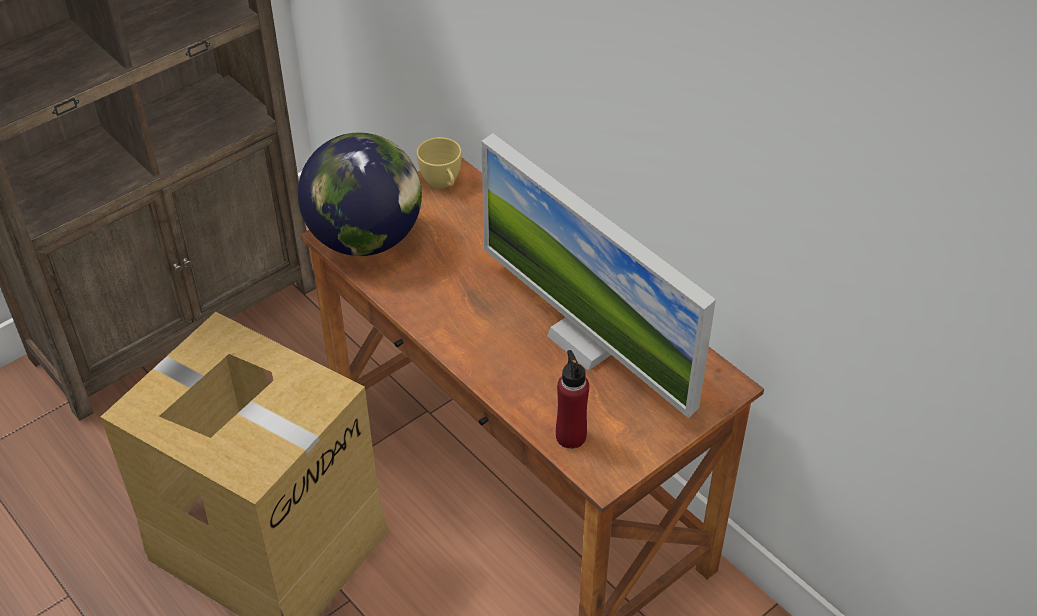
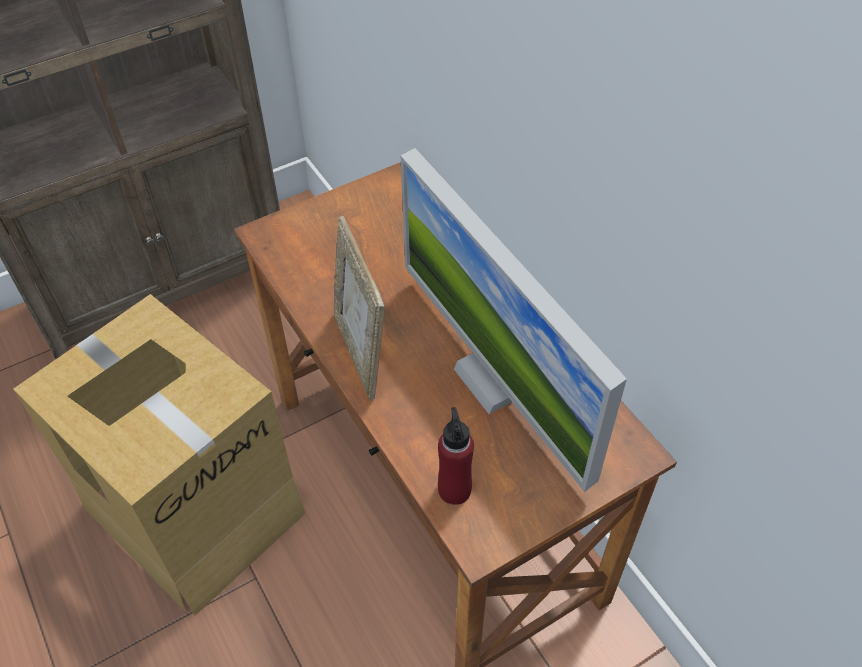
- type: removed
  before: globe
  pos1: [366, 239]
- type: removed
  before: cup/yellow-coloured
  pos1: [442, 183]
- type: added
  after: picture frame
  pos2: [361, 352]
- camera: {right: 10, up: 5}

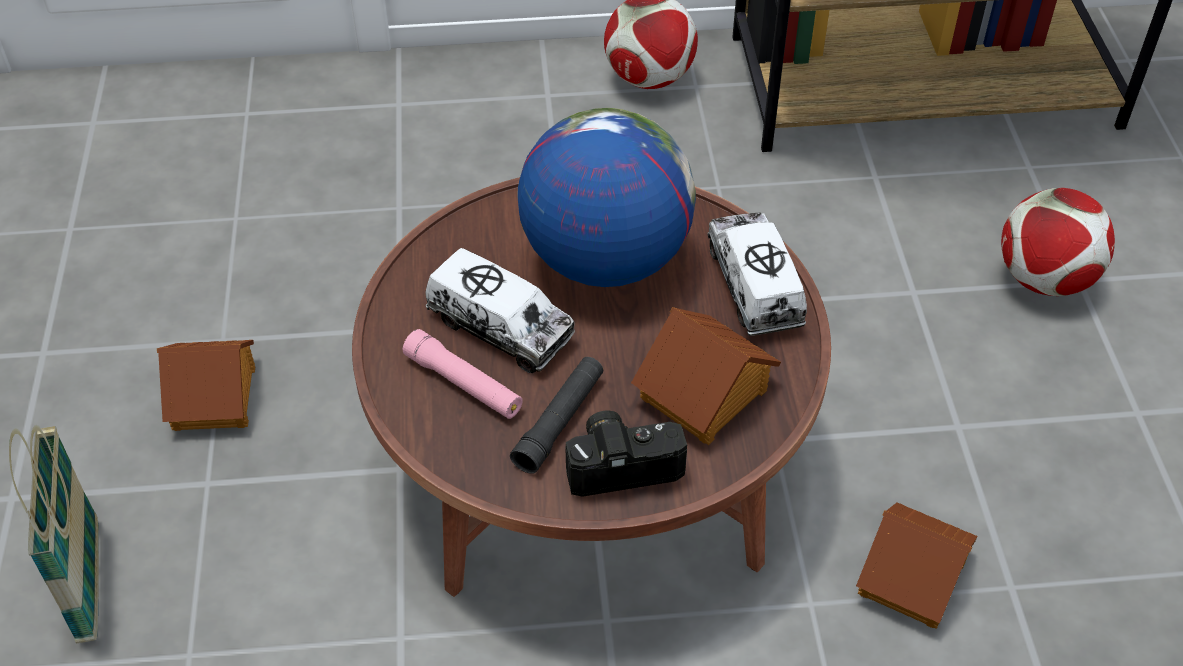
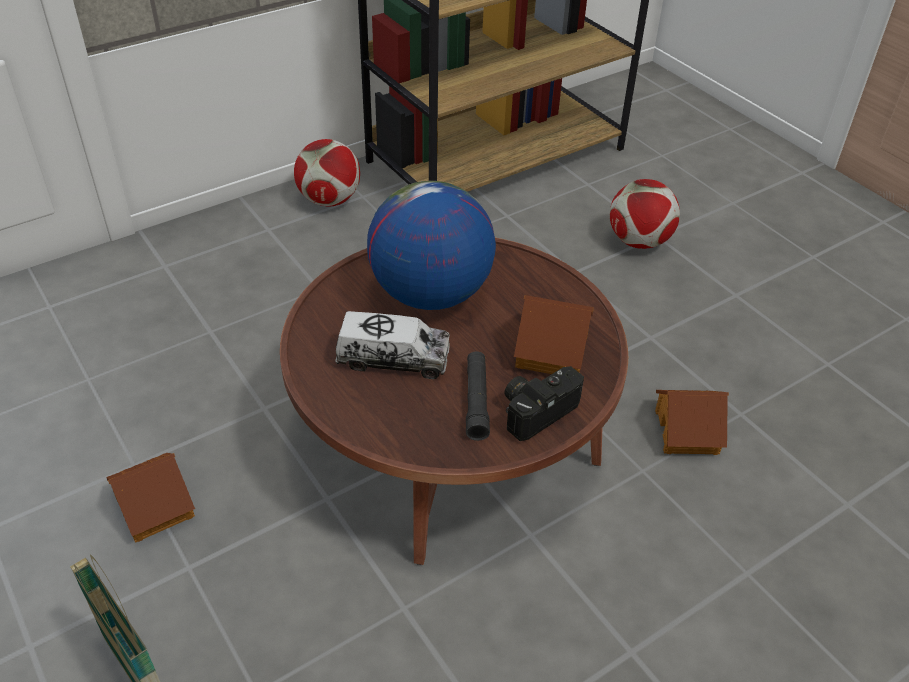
- type: removed
  before: toy truck
  pos1: [754, 285]
- type: removed
  before: flashlight/pink
  pos1: [464, 384]
- camera: {right: -30, up: -5}

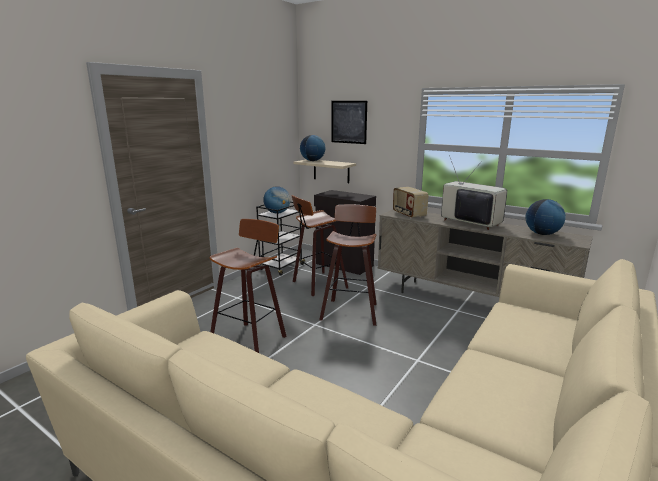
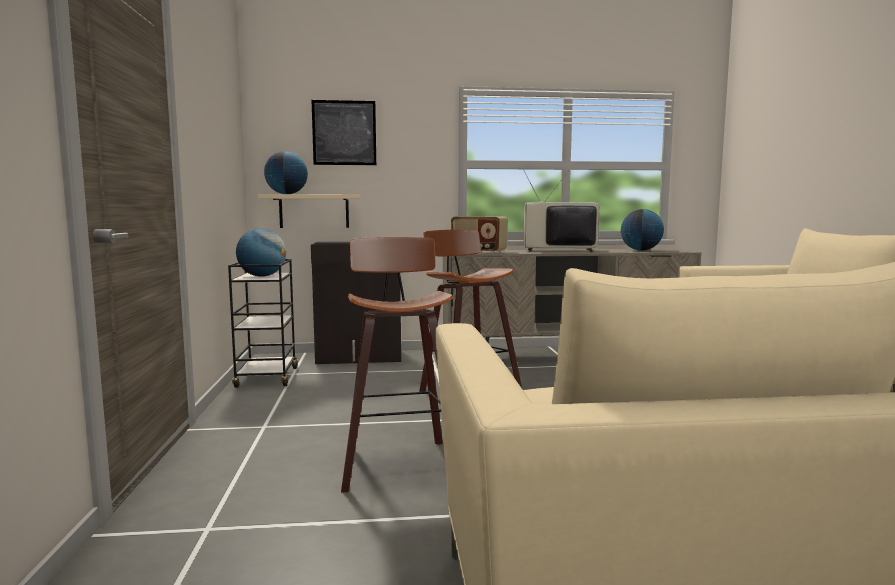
- type: removed
  before: stool seat
  pos1: [317, 284]
- camera: {right: -40, up: -10}

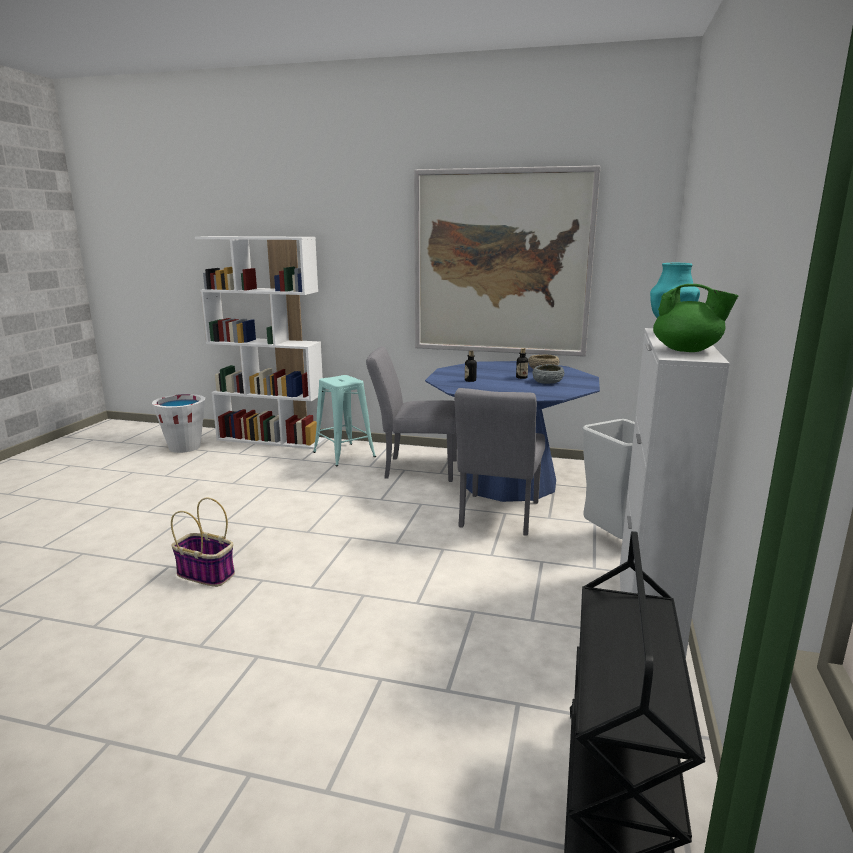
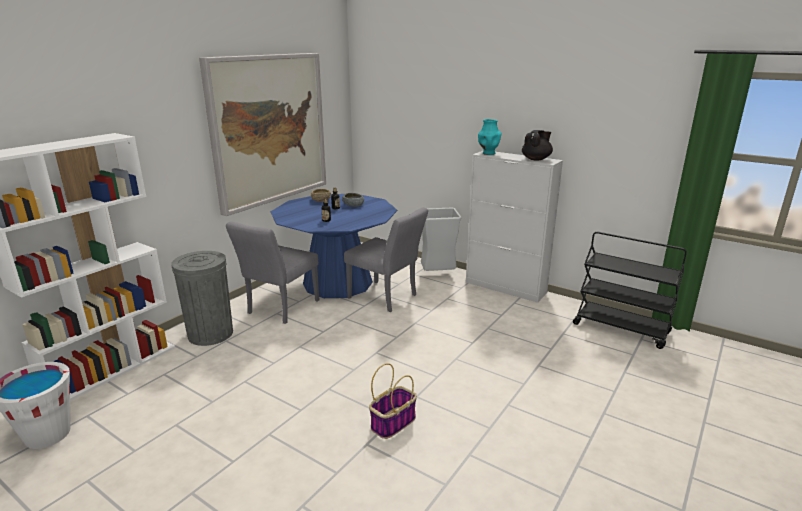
- type: recoloured
  before: tea pot/greenish
  after: tea pot/black-coloured
  pos1: [687, 350]
  pos2: [536, 159]
- type: replaced
  before: stool seat/turquoise
  after: waste bin/greyish
  pos1: [344, 454]
  pos2: [210, 334]
- camera: {right: -70, up: 5}

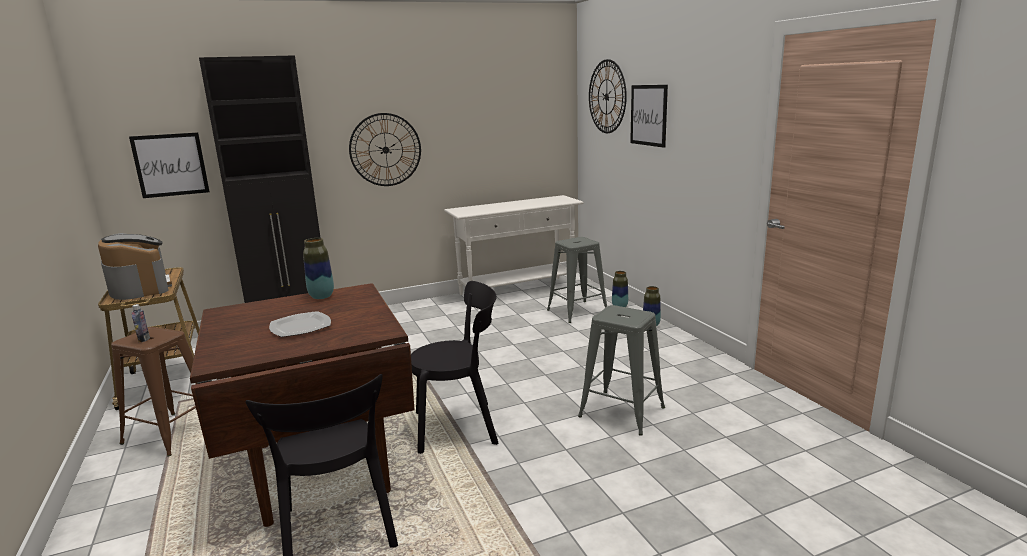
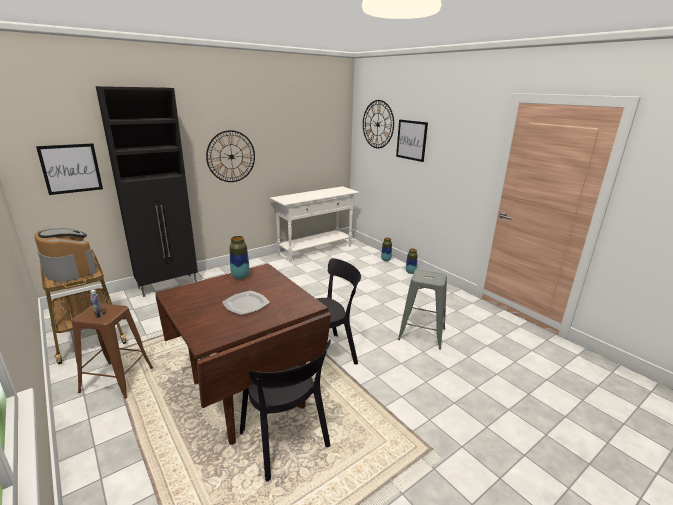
- type: removed
  before: stool seat/greyish
  pos1: [577, 312]
- camera: {right: -15, up: 5}

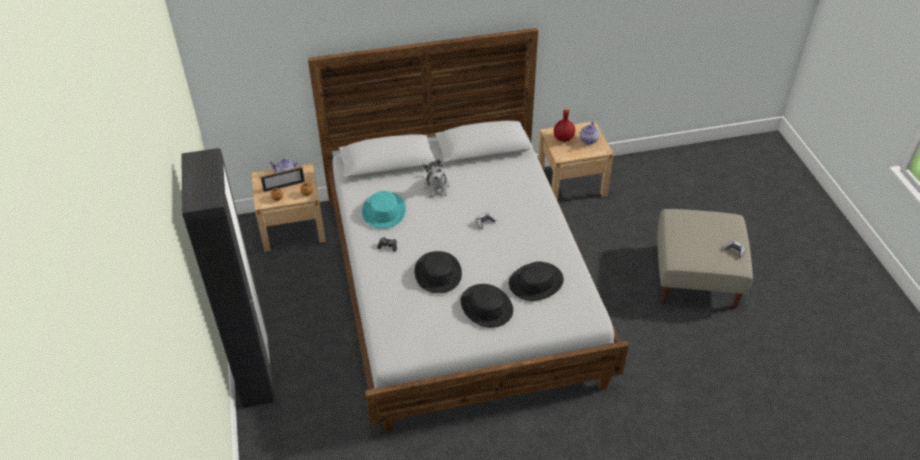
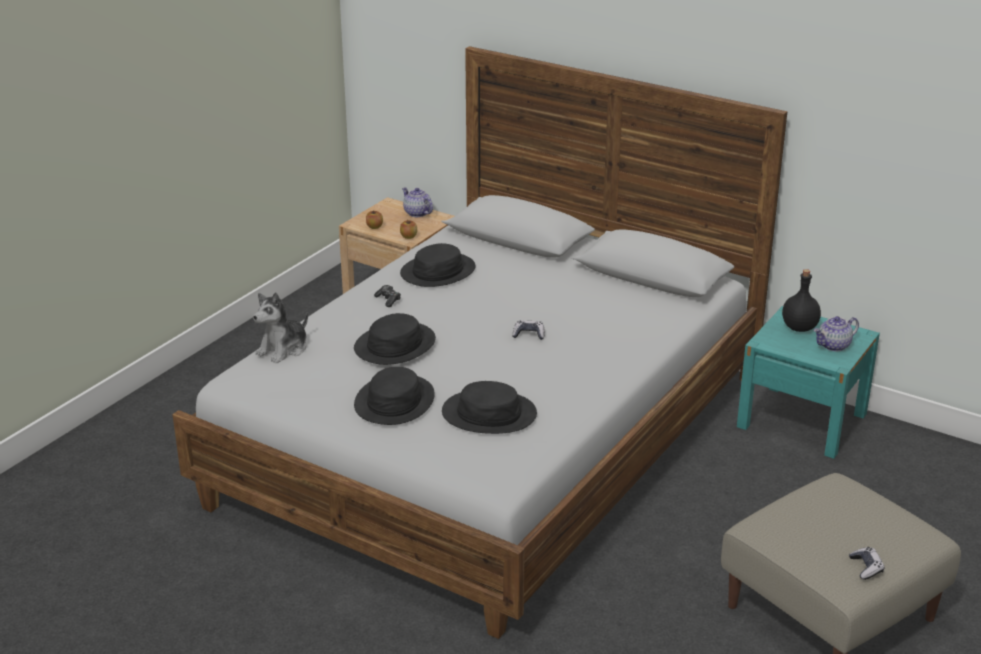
- type: recoloured
  before: drink bottle/reddish
  after: drink bottle/black-coloured
  pos1: [563, 138]
  pos2: [798, 328]
- type: recoloured
  before: nightstand/sand-coloured
  after: nightstand/turquoise
  pos1: [571, 183]
  pos2: [802, 420]
- type: removed
  before: armoire/black-coloured
  pos1: [257, 375]
- type: moved
  before: soft toy
  pos1: [437, 187]
  pos2: [284, 350]
- type: removed
  before: picture frame
  pos1: [284, 186]
- type: recoloured
  before: wearable hat/turquoise
  after: wearable hat/black-coloured
  pos1: [384, 211]
  pos2: [438, 271]
- camera: {right: 45, up: -15}

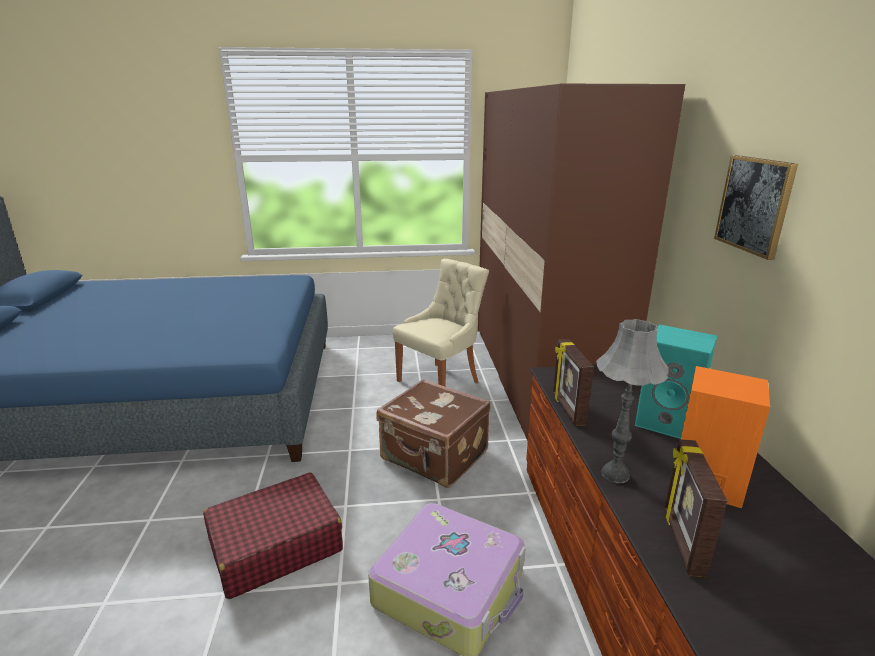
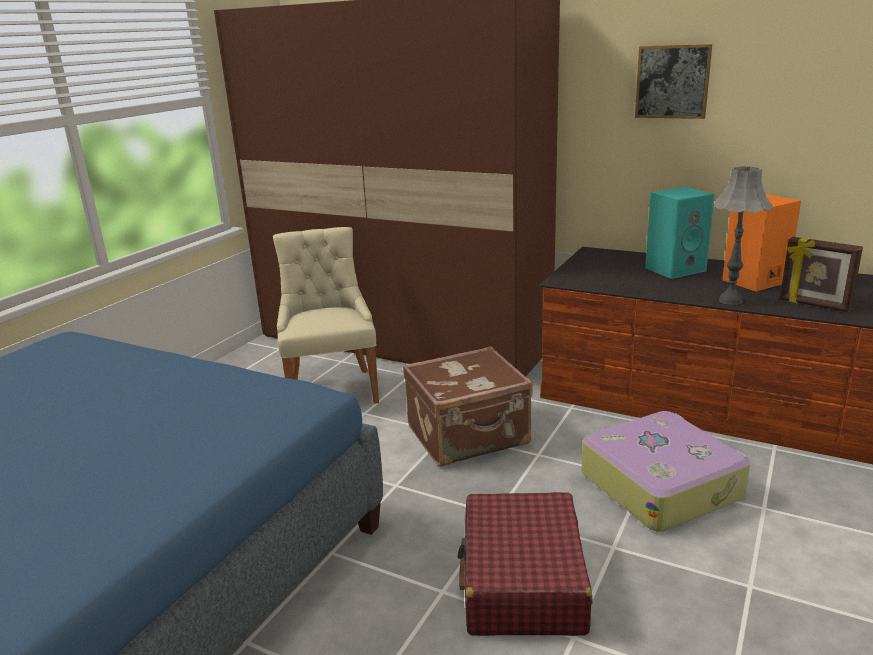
- type: removed
  before: picture frame
  pos1: [567, 409]
- camera: {right: -55, up: 0}

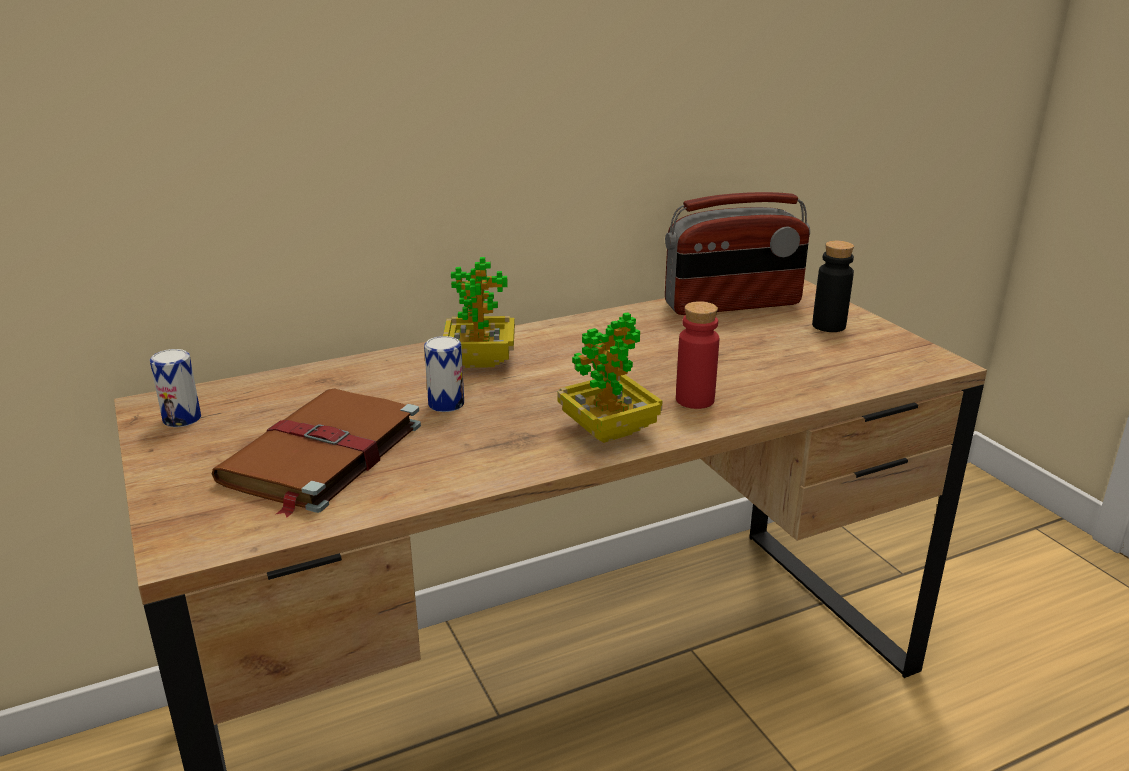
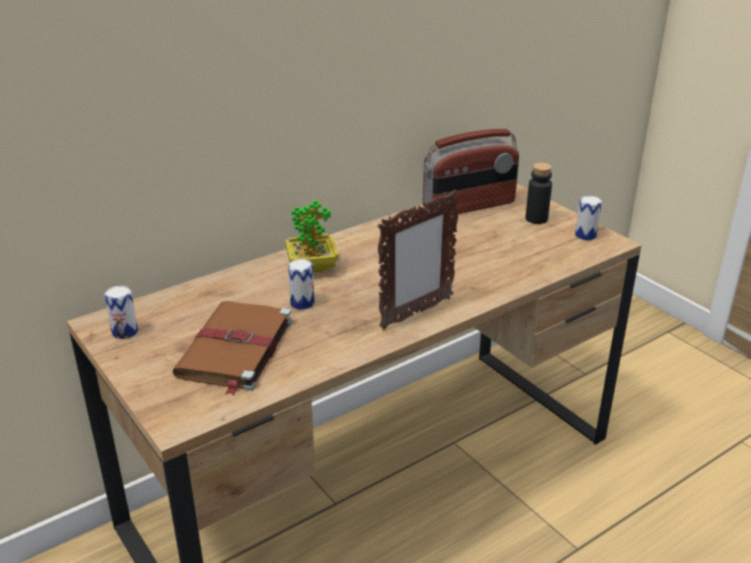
- type: removed
  before: drink bottle/reddish
  pos1: [695, 400]
- type: replaced
  before: houseplant
  after: picture frame
  pos1: [608, 431]
  pos2: [416, 313]
- type: added
  after: sealed can
  pos2: [585, 235]
- camera: {right: -10, up: 5}

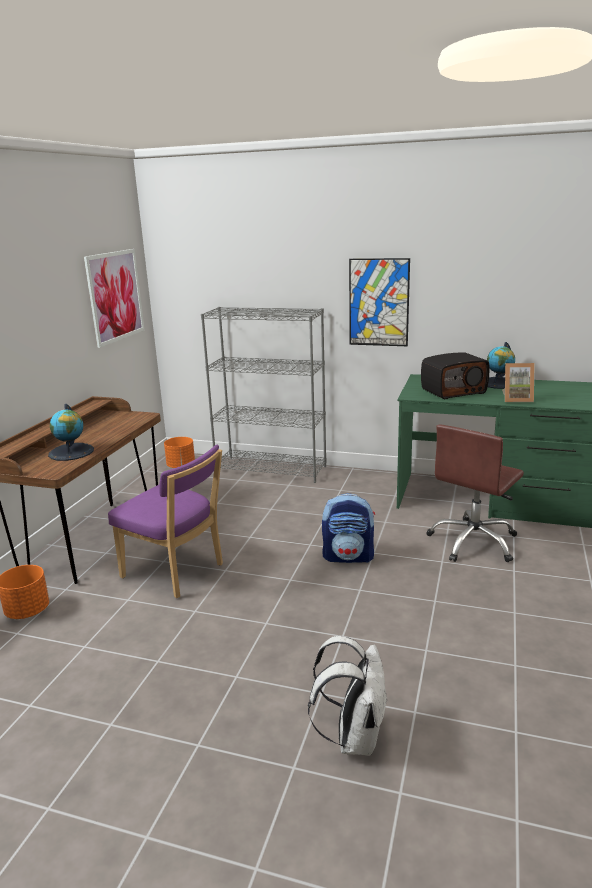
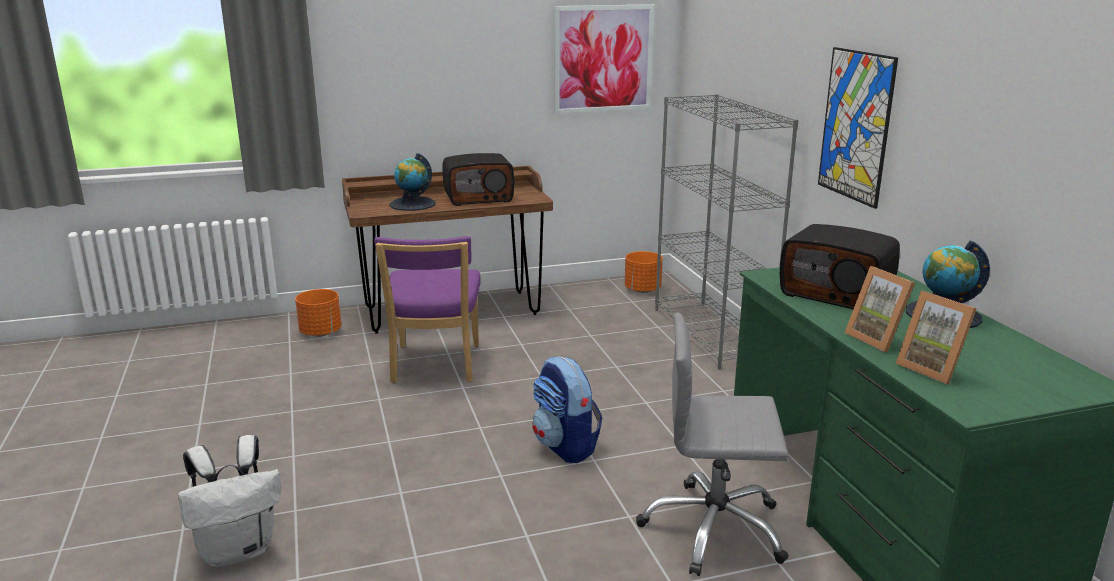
- type: recoloured
  before: desk chair/brownish
  after: desk chair/greyish
  pos1: [473, 542]
  pos2: [714, 529]
- type: added
  after: radio receiver
  pos2: [479, 198]
- type: added
  after: picture frame
  pos2: [932, 369]
- camera: {right: 55, up: 0}

